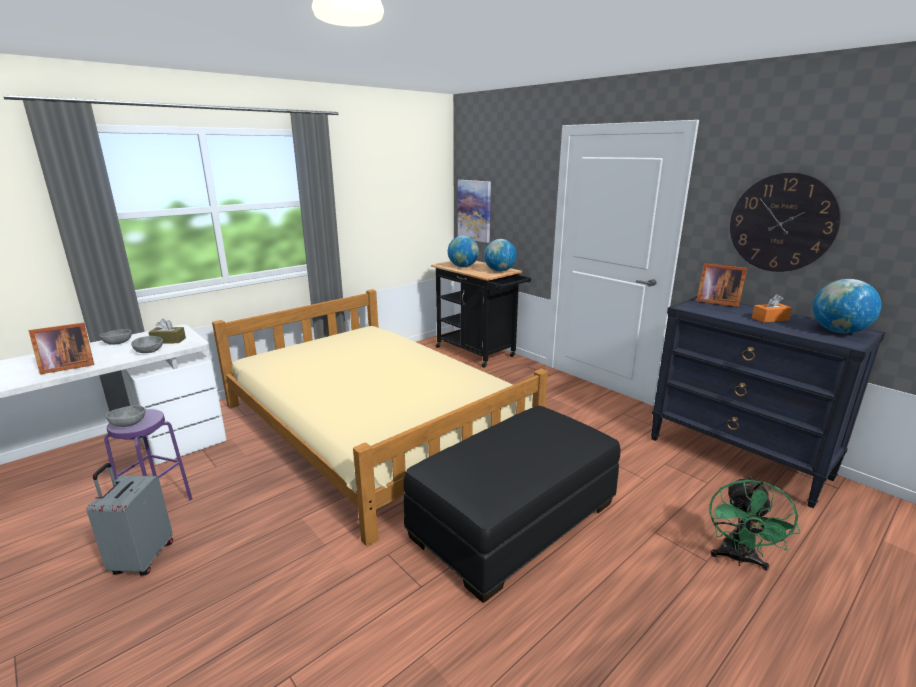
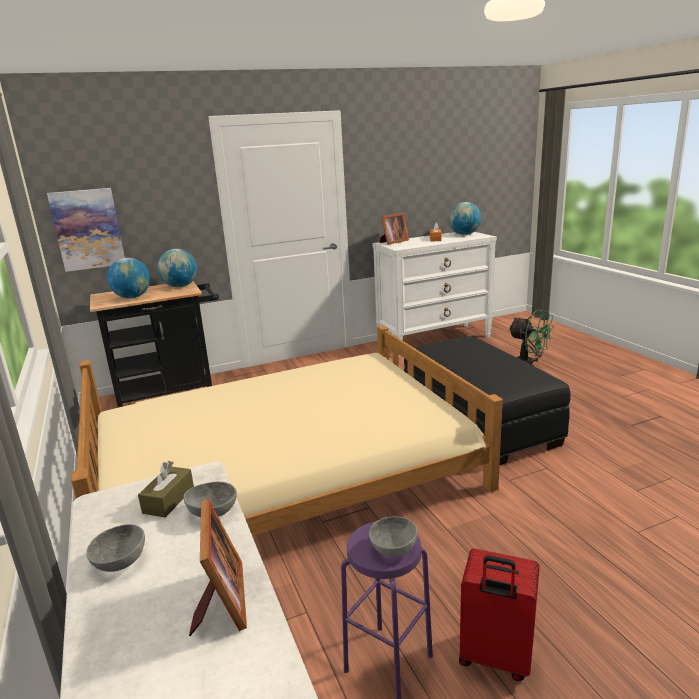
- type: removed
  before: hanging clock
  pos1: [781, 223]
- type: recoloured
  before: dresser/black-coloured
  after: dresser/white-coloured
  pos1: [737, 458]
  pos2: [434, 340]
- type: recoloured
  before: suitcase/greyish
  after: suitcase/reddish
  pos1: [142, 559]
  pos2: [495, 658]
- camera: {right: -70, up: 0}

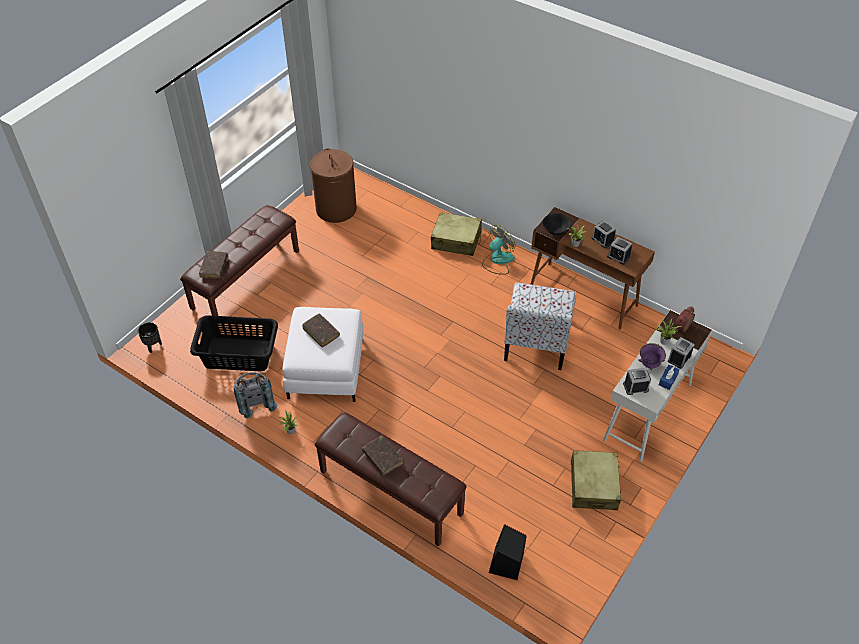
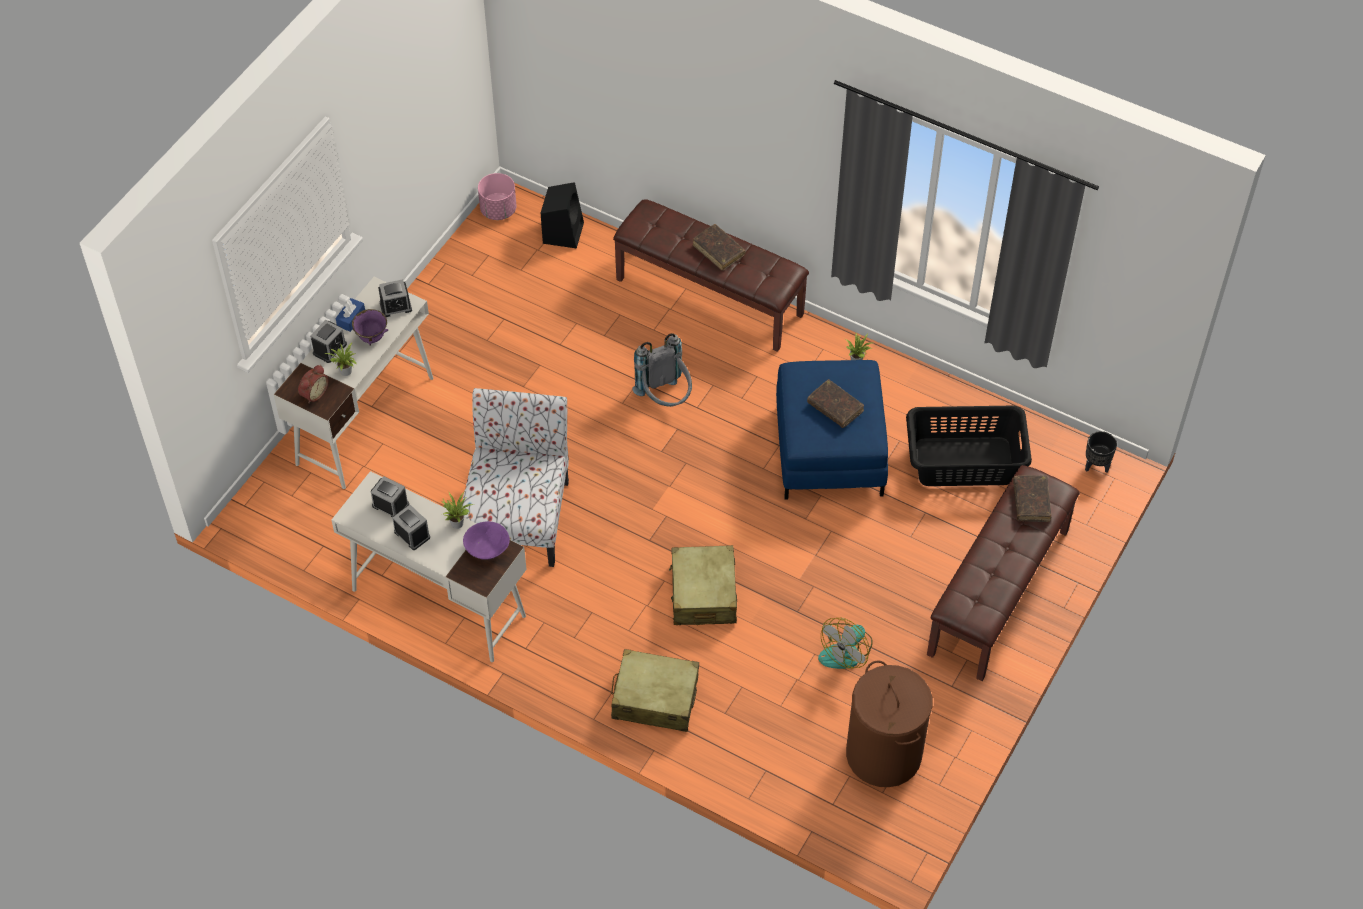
- type: recoloured
  before: desk unit/brownish
  after: desk unit/white-coloured
  pos1: [584, 295]
  pos2: [437, 602]
- type: recoloured
  before: serving bowl/black-coloured
  after: serving bowl/purple
  pos1: [555, 229]
  pos2: [487, 549]
- type: moved
  before: fan
  pos1: [497, 260]
  pos2: [846, 650]
- type: recoloured
  before: ottoman/white-coloured
  after: ottoman/blue-coloured
  pos1: [325, 368]
  pos2: [830, 450]
- type: moved
  before: knapsack/greyish
  pos1: [255, 402]
  pos2: [665, 399]
- type: moved
  before: suitcase/sand-coloured
  pos1: [593, 485]
  pos2: [703, 594]
- type: added
  after: planter/pink
  pos2: [498, 210]
- camera: {right: 175, up: 5}

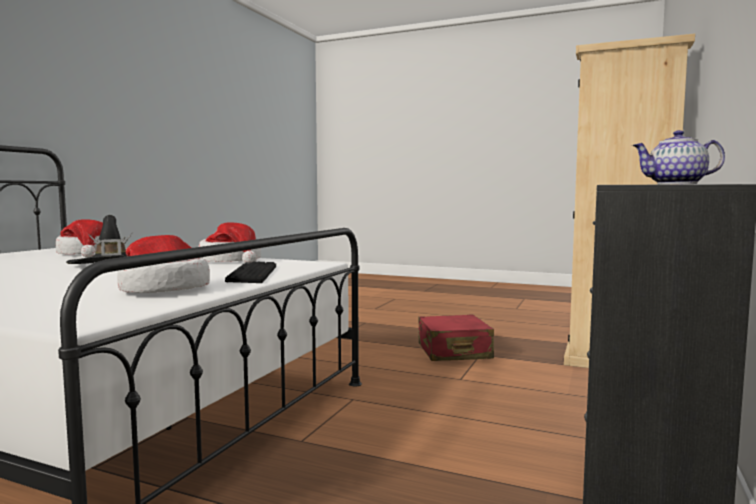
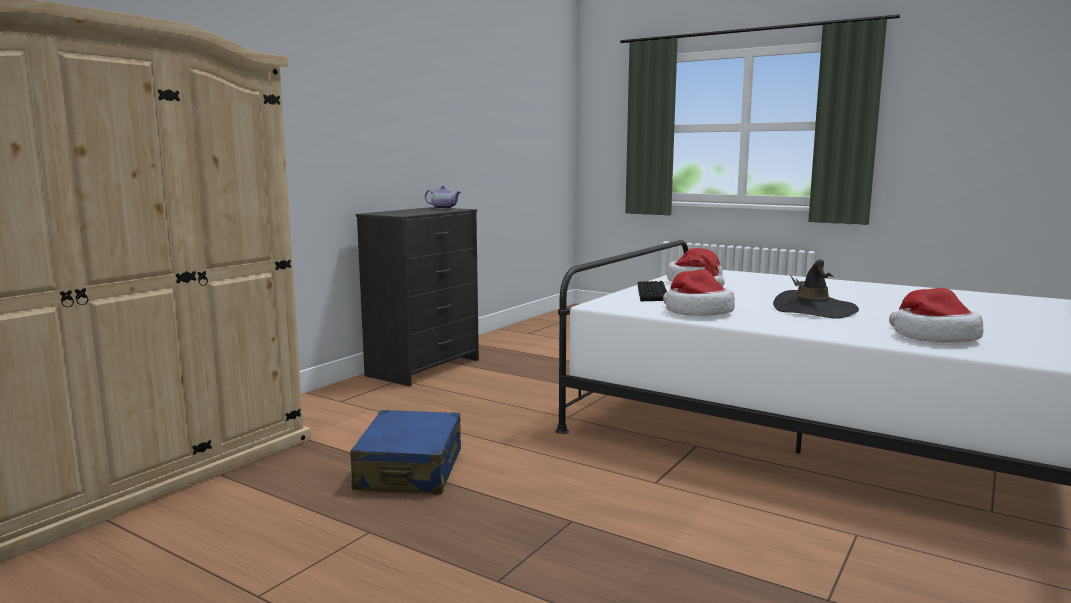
- type: recoloured
  before: suitcase/reddish
  after: suitcase/blue-coloured
  pos1: [453, 351]
  pos2: [410, 470]
- camera: {right: -170, up: 5}

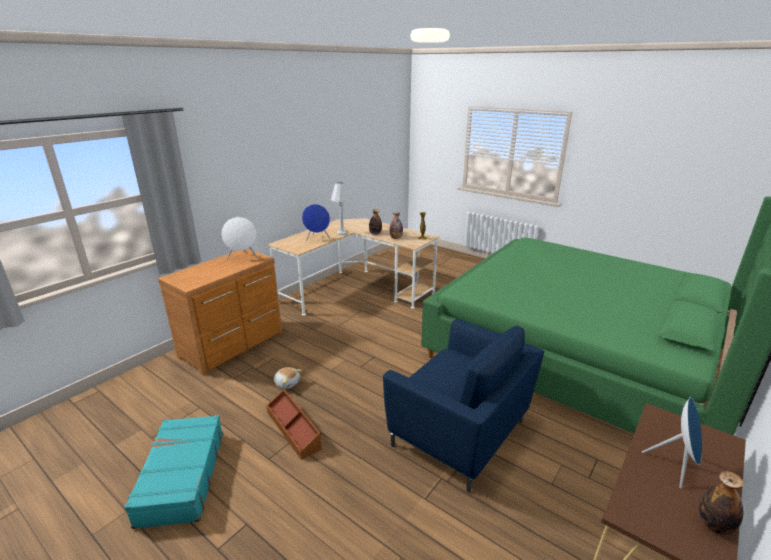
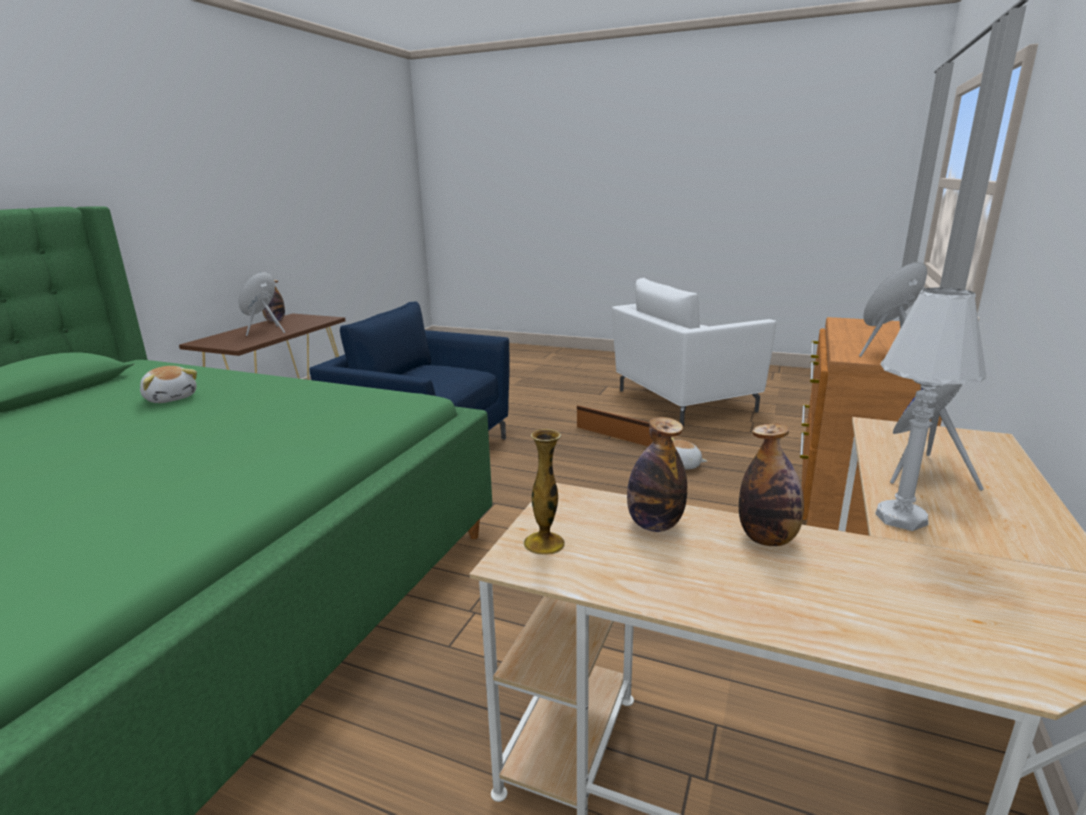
- type: replaced
  before: suitcase/turquoise
  after: armchair/white-coloured
  pos1: [181, 477]
  pos2: [682, 400]
- type: added
  after: soft toy
  pos2: [171, 398]
- camera: {right: 165, up: -5}

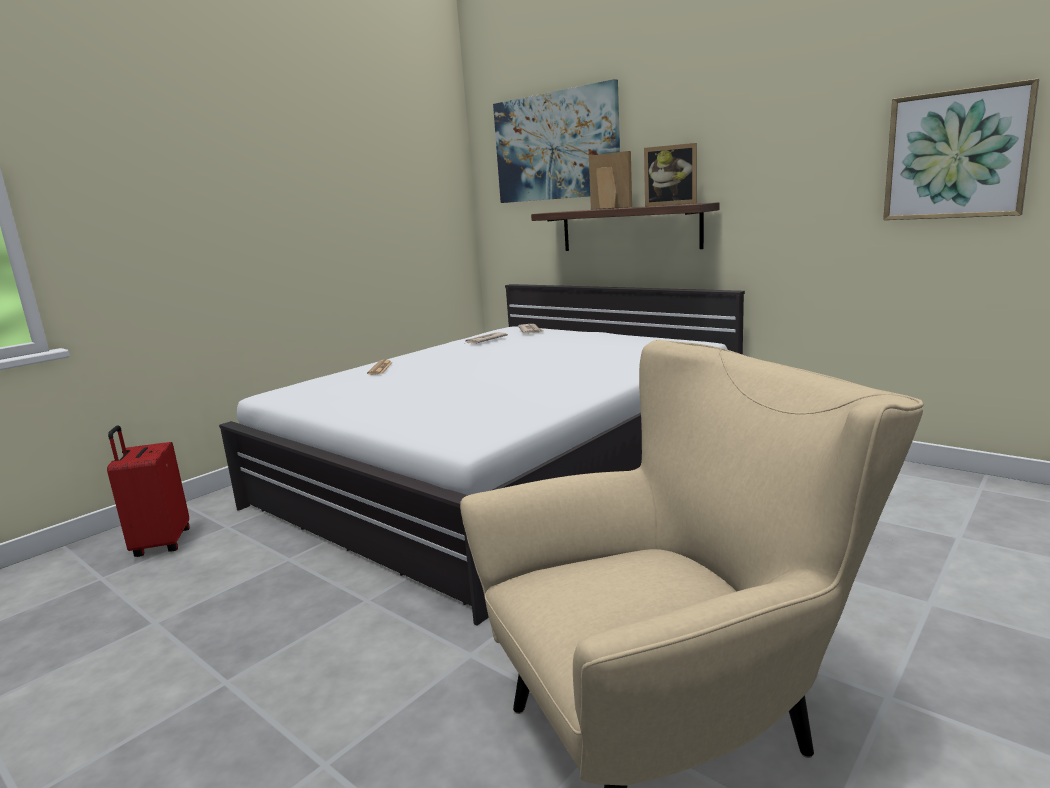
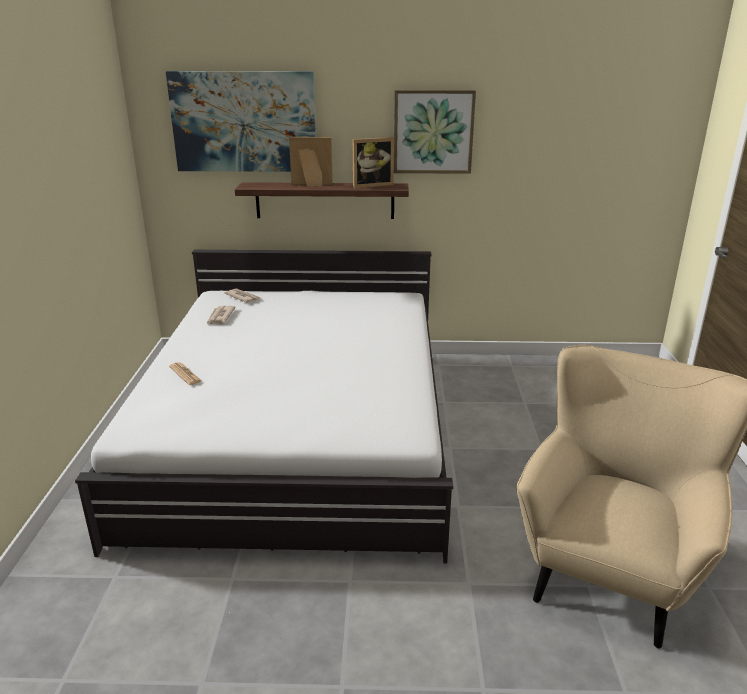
- type: moved
  before: picture
  pos1: [956, 155]
  pos2: [433, 132]
- type: removed
  before: suitcase/reddish
  pos1: [160, 544]
- camera: {right: -40, up: 10}

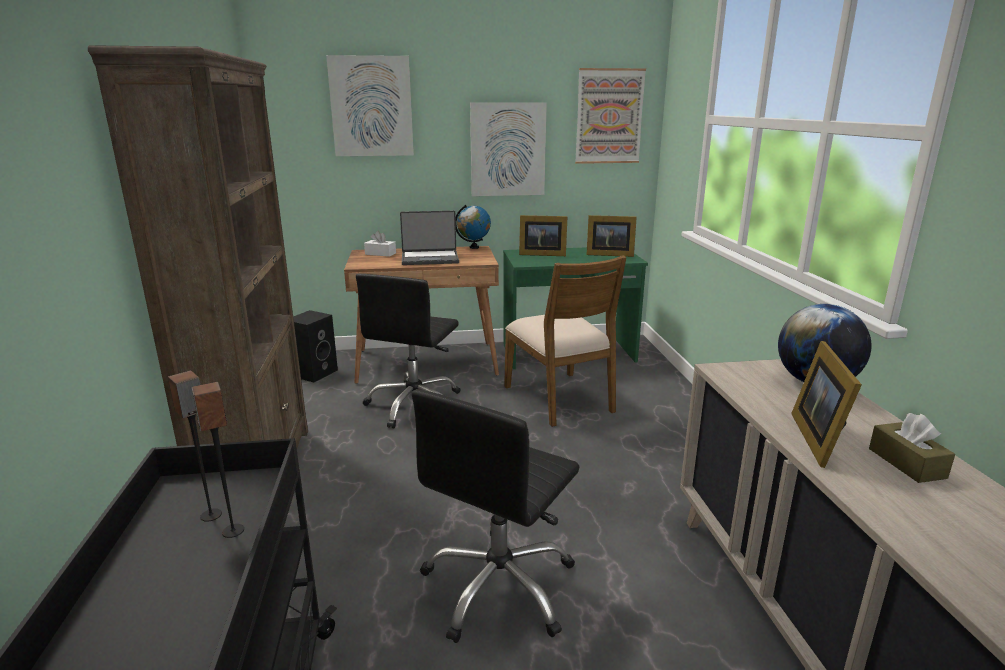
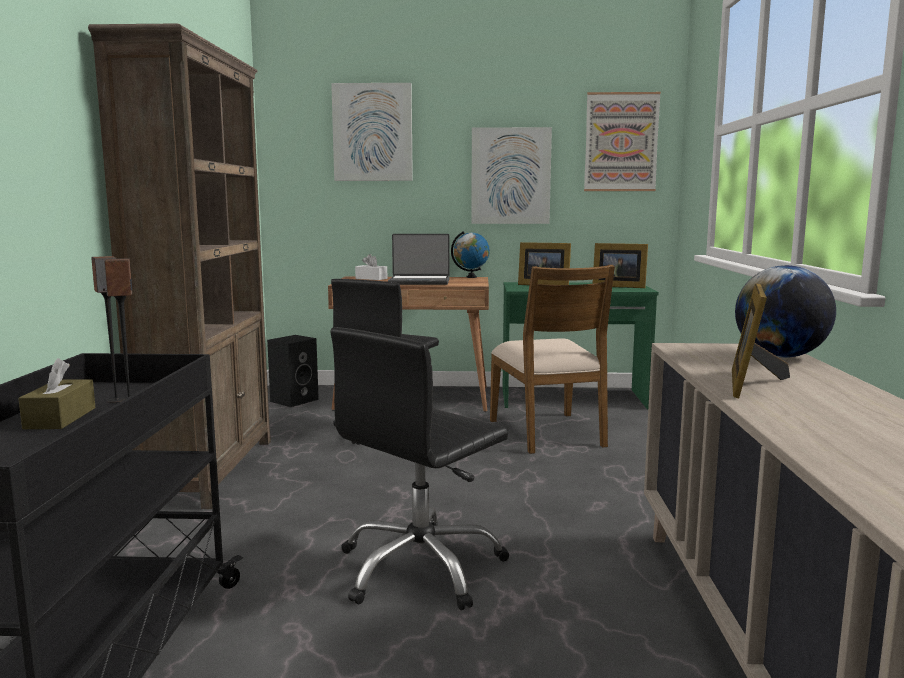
- type: moved
  before: tissue box/brownish
  pos1: [906, 463]
  pos2: [60, 418]
- camera: {right: 10, up: -10}

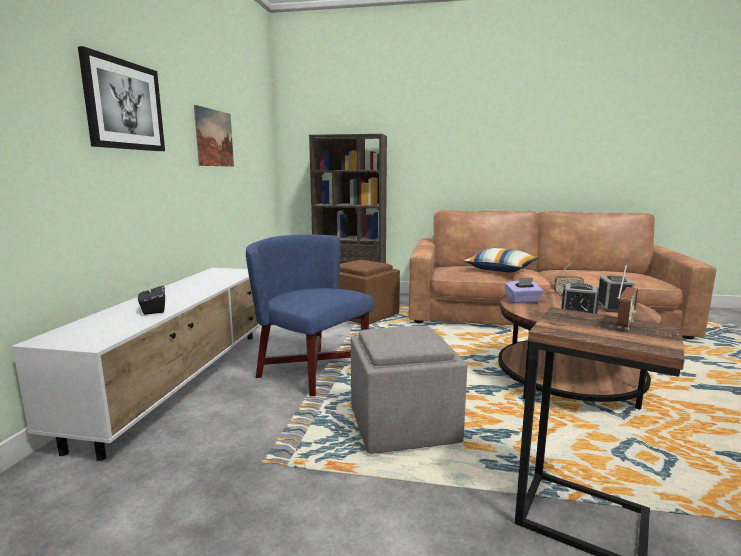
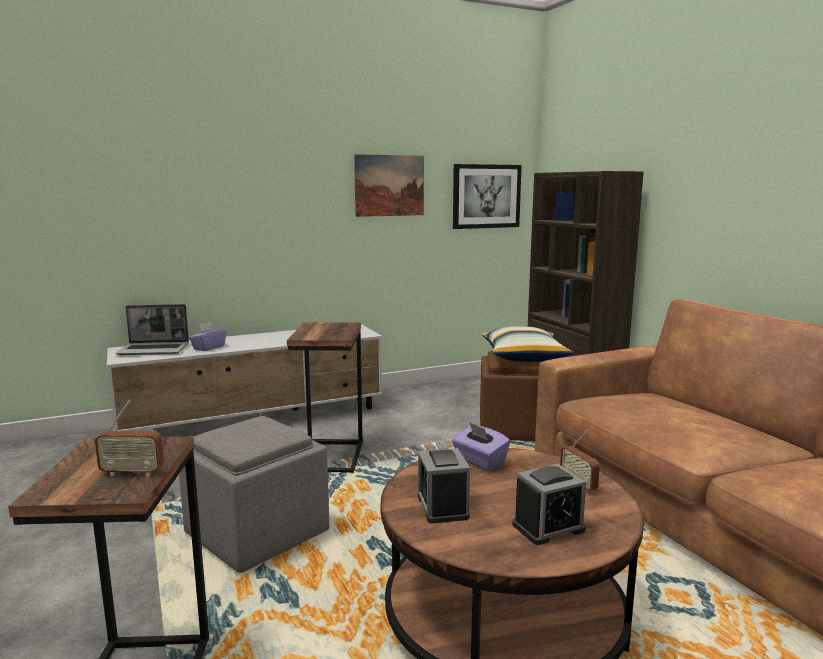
- type: moved
  before: picture
  pos1: [124, 105]
  pos2: [486, 196]
- type: replaced
  before: armchair/blue-coloured
  after: accent table
  pos1: [313, 371]
  pos2: [331, 456]
- type: moved
  before: throw pillow
  pos1: [501, 270]
  pos2: [524, 357]
- type: recoloured
  before: tissue box/black-coloured
  after: tissue box/purple
  pos1: [153, 310]
  pos2: [208, 347]
- type: added
  after: notebook computer
  pos2: [155, 350]
- camera: {right: 55, up: 0}

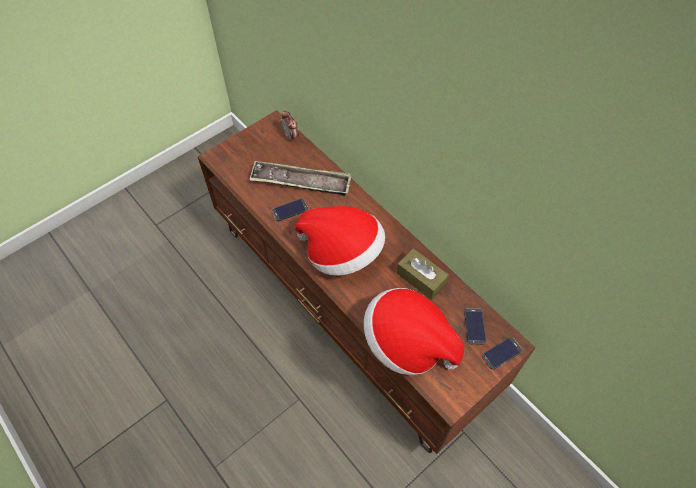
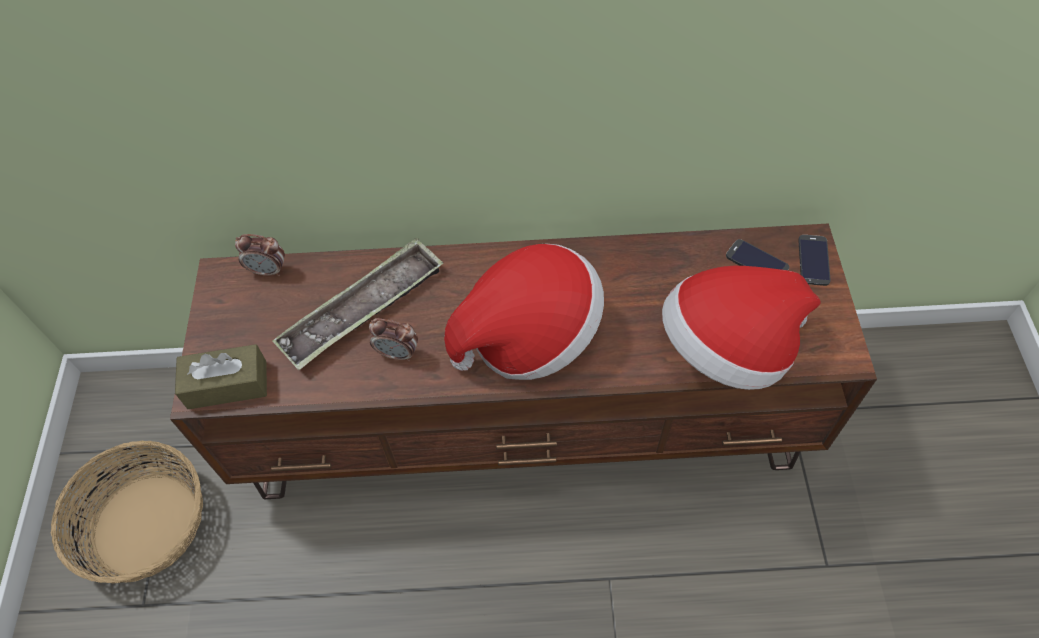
- type: replaced
  before: handset
  after: alarm clock
  pos1: [290, 210]
  pos2: [398, 353]
- type: moved
  before: tissue box/brownish
  pos1: [421, 278]
  pos2: [227, 385]
- type: added
  after: household basket
  pos2: [148, 525]
- camera: {right: -50, up: 0}

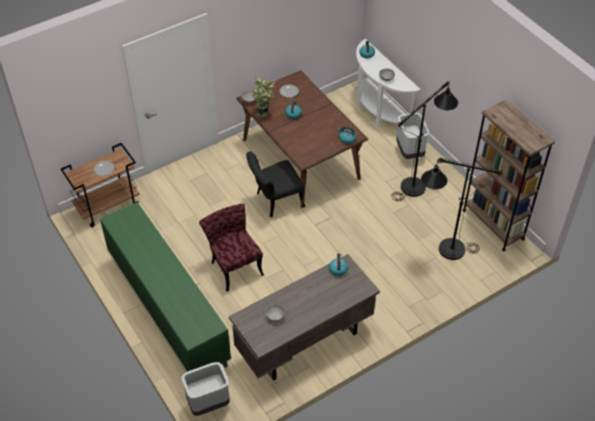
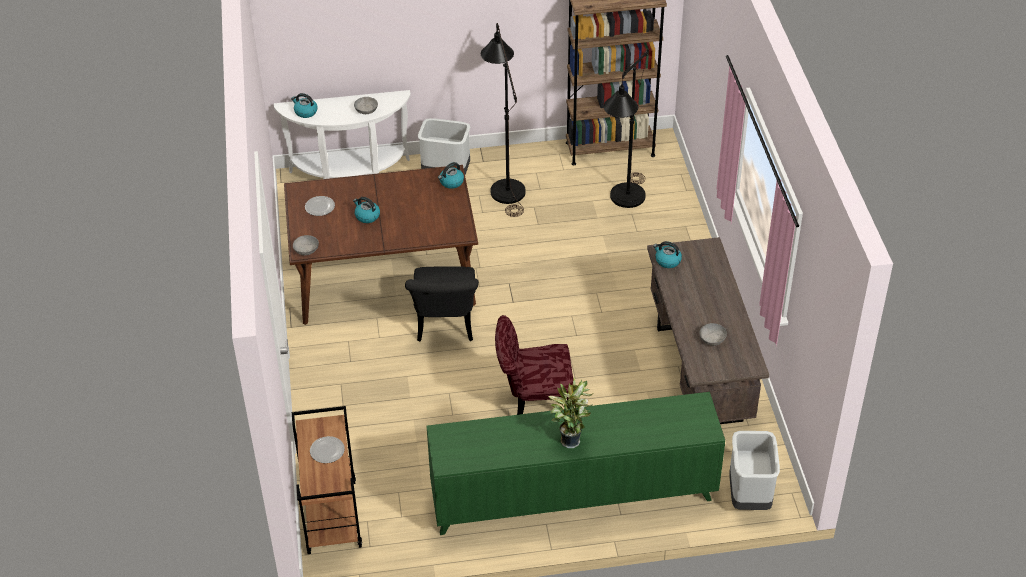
- type: moved
  before: houseplant
  pos1: [264, 113]
  pos2: [570, 439]
- camera: {right: -65, up: -5}

